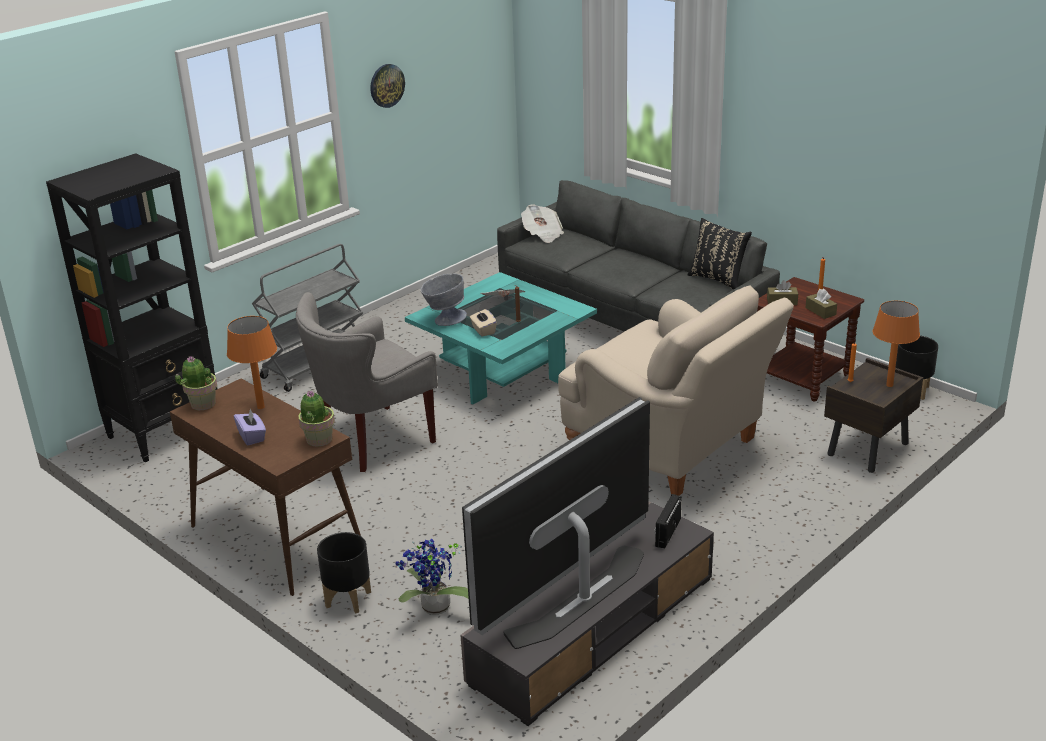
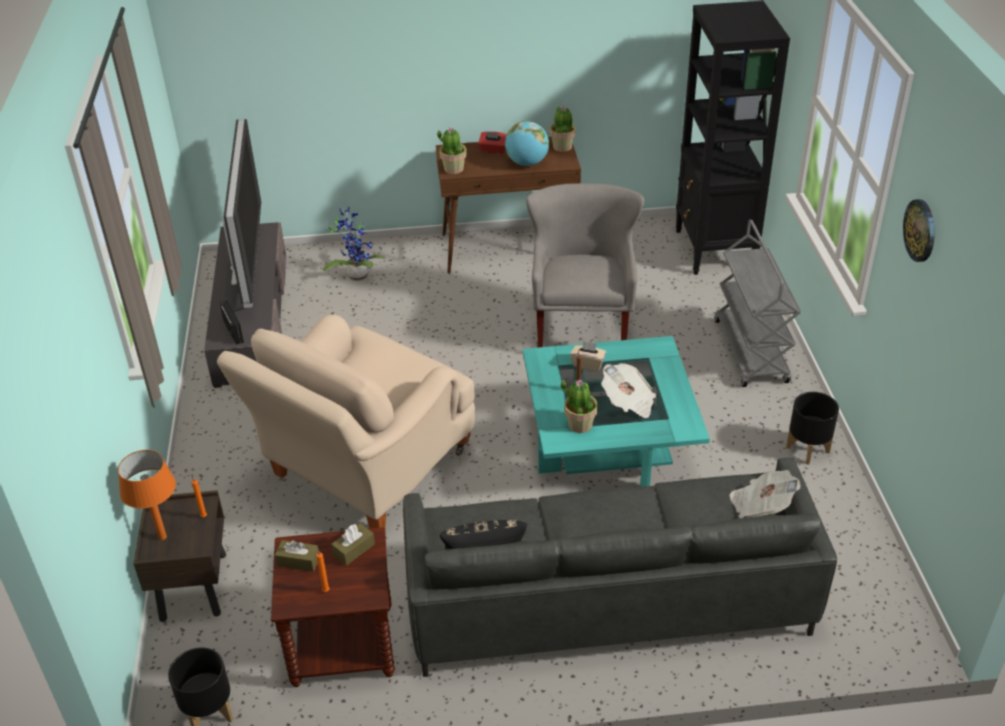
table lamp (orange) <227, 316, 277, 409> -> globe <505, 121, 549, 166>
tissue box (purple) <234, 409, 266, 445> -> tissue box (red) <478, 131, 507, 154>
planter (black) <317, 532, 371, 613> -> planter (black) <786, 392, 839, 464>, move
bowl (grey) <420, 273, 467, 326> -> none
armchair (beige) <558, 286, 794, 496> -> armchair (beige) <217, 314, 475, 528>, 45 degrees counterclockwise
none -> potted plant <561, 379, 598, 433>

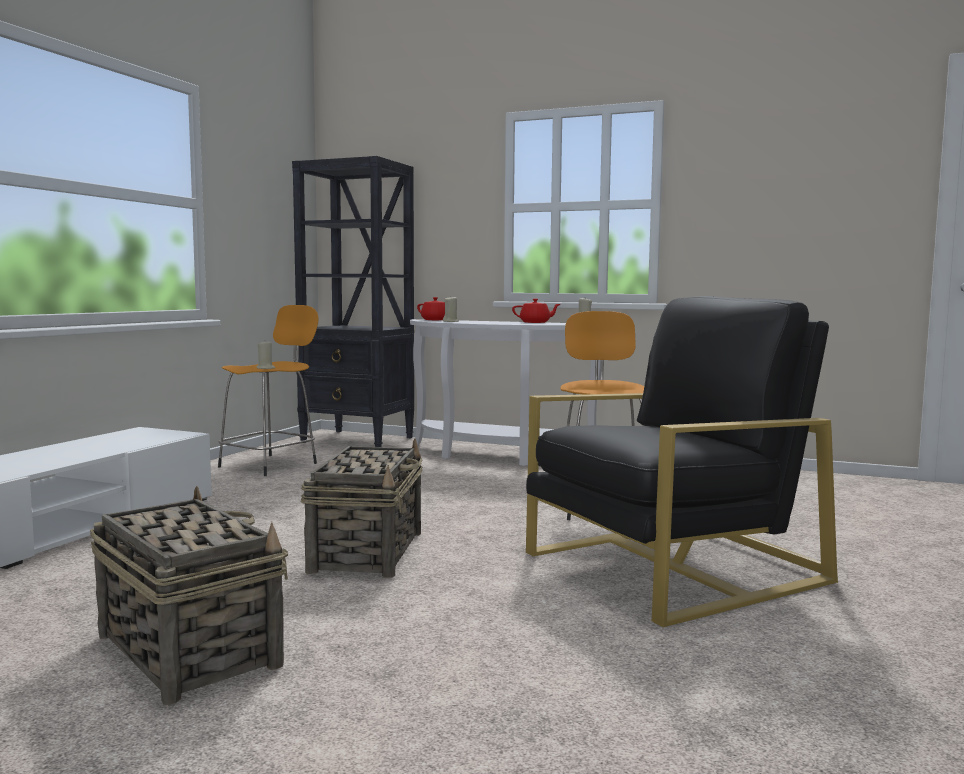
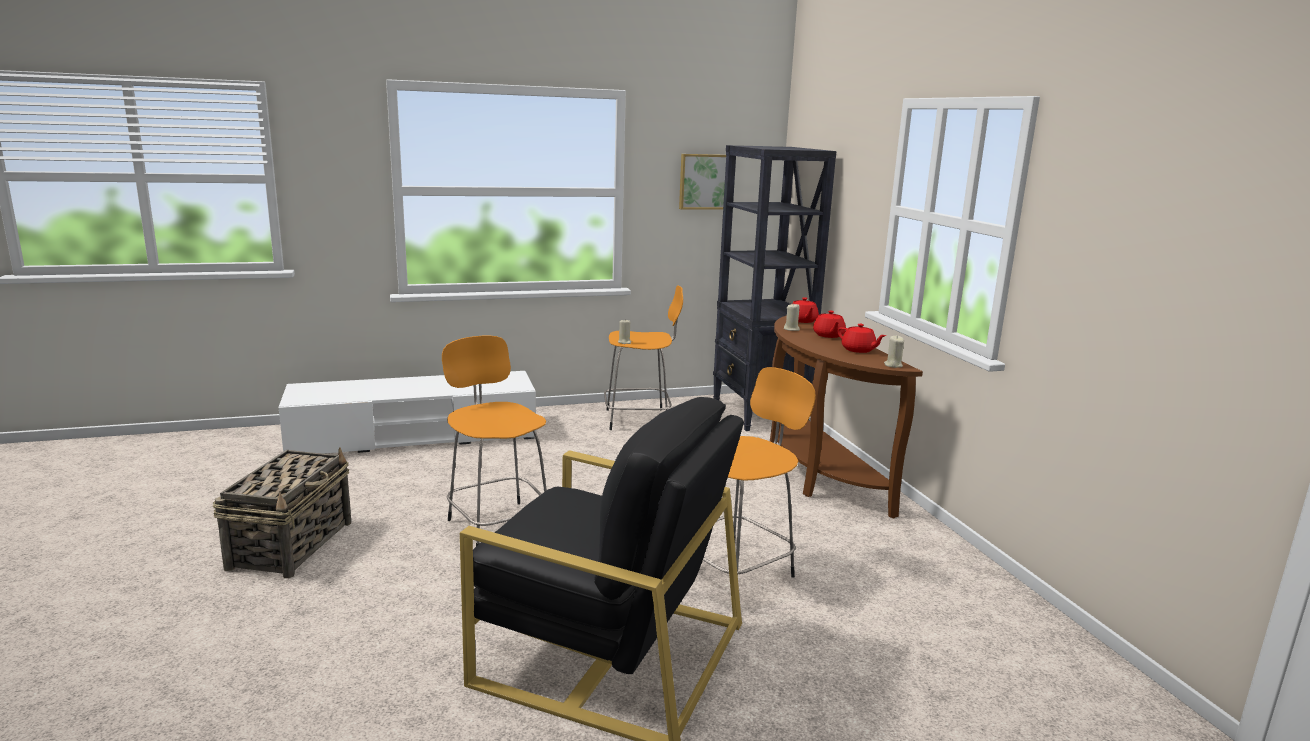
basket <301, 439, 423, 578> -> stool (orange) <442, 336, 547, 546>
console table (white) <410, 319, 601, 466> -> console table (brown) <770, 316, 923, 518>
none -> picture <679, 154, 726, 210>
none -> teapot (red) <813, 311, 846, 338>

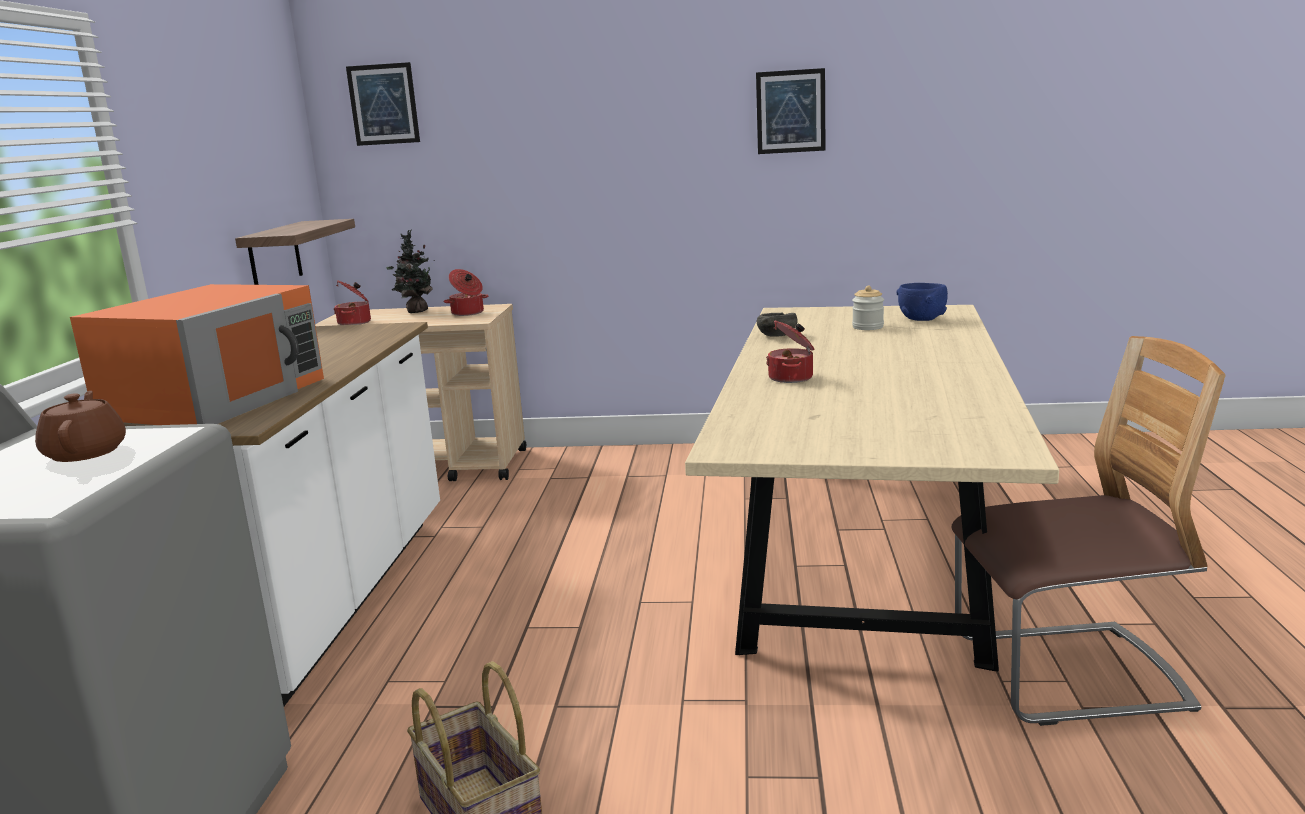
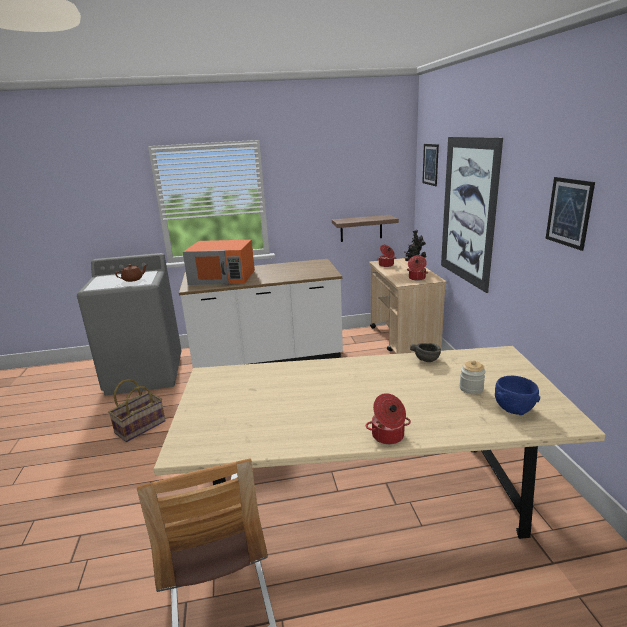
cooking pot <766, 321, 814, 383> -> cooking pot <366, 393, 411, 444>, move
none -> picture <441, 137, 503, 293>

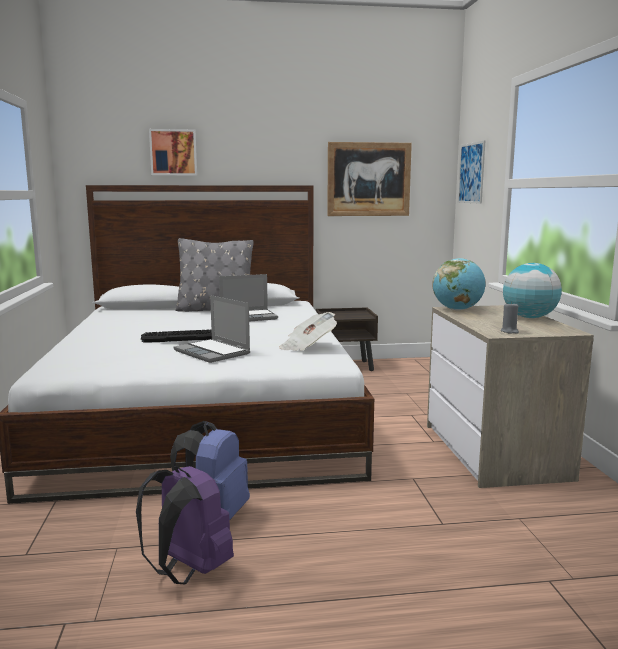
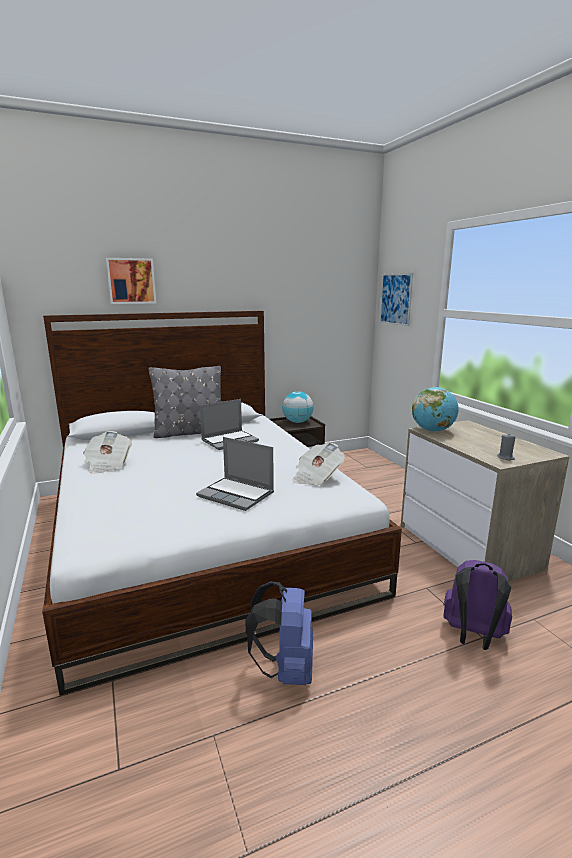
backpack (purple) <136, 466, 234, 584> -> backpack (purple) <443, 560, 512, 650>, move
keyboard <141, 329, 212, 343> -> none
picture <327, 142, 412, 216> -> none
globe <503, 263, 562, 318> -> globe <282, 391, 314, 423>, move
none -> newspaper <83, 431, 132, 474>

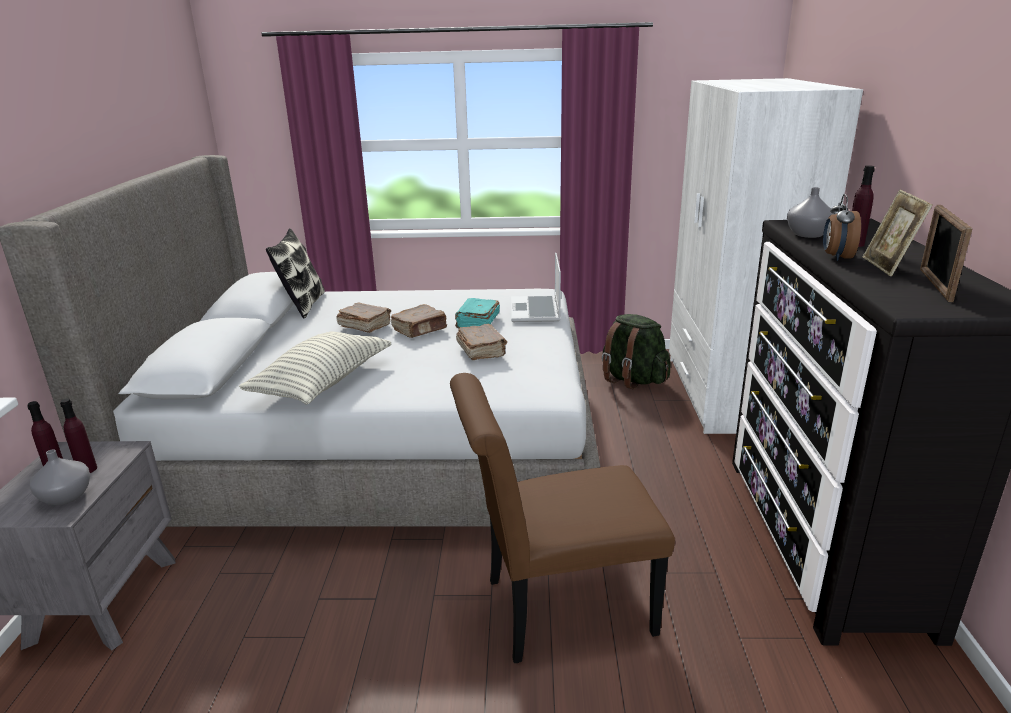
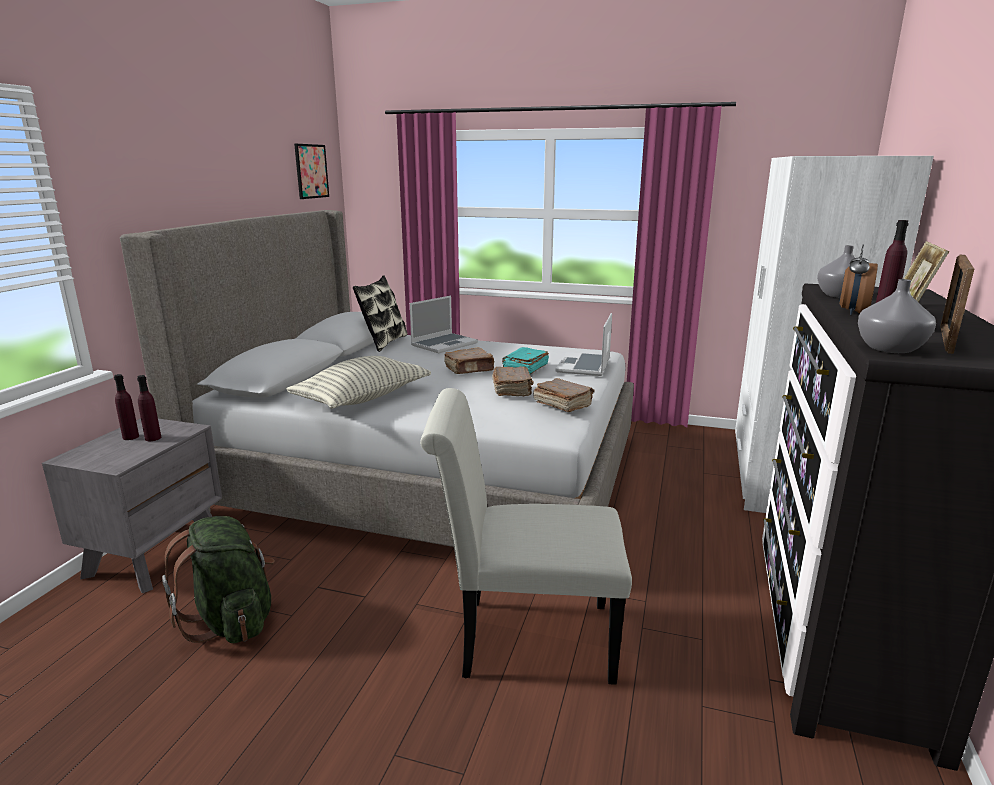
vase (grey) <29, 449, 90, 505> -> vase (grey) <858, 279, 936, 353>, move
book (brown) <336, 302, 391, 333> -> book (brown) <533, 378, 595, 412>, move
chair (brown) <450, 373, 675, 663> -> chair (white) <420, 388, 632, 685>
backpack (green) <602, 314, 671, 389> -> backpack (green) <162, 516, 275, 643>, move
none -> picture <294, 144, 329, 199>
none -> laptop <410, 296, 478, 353>

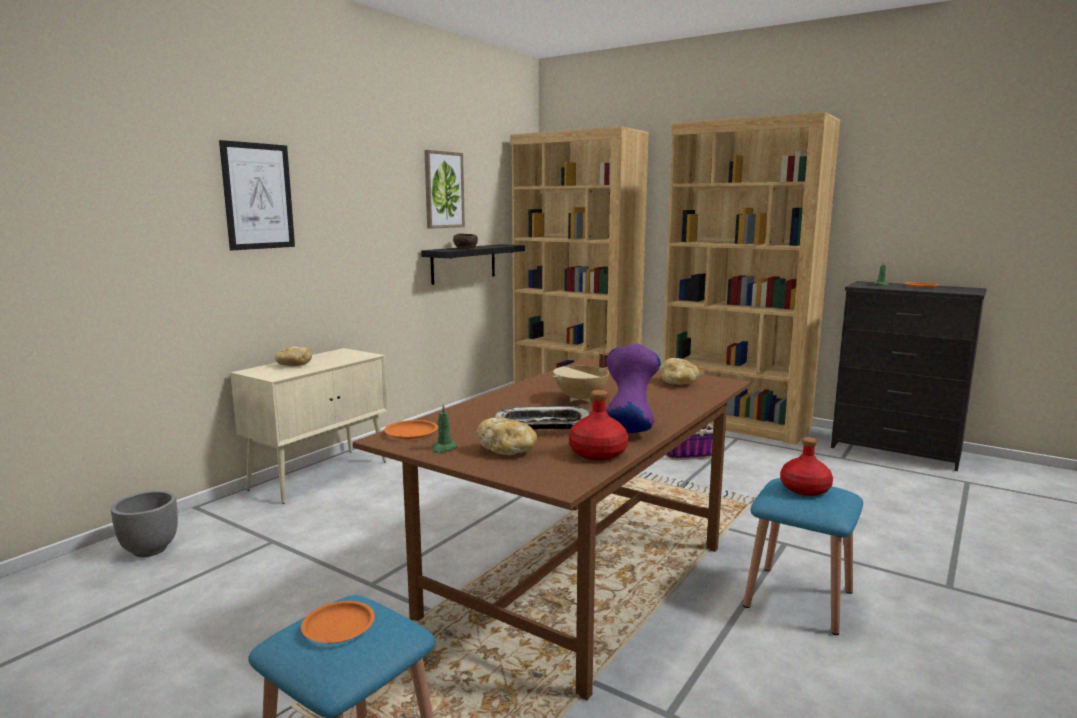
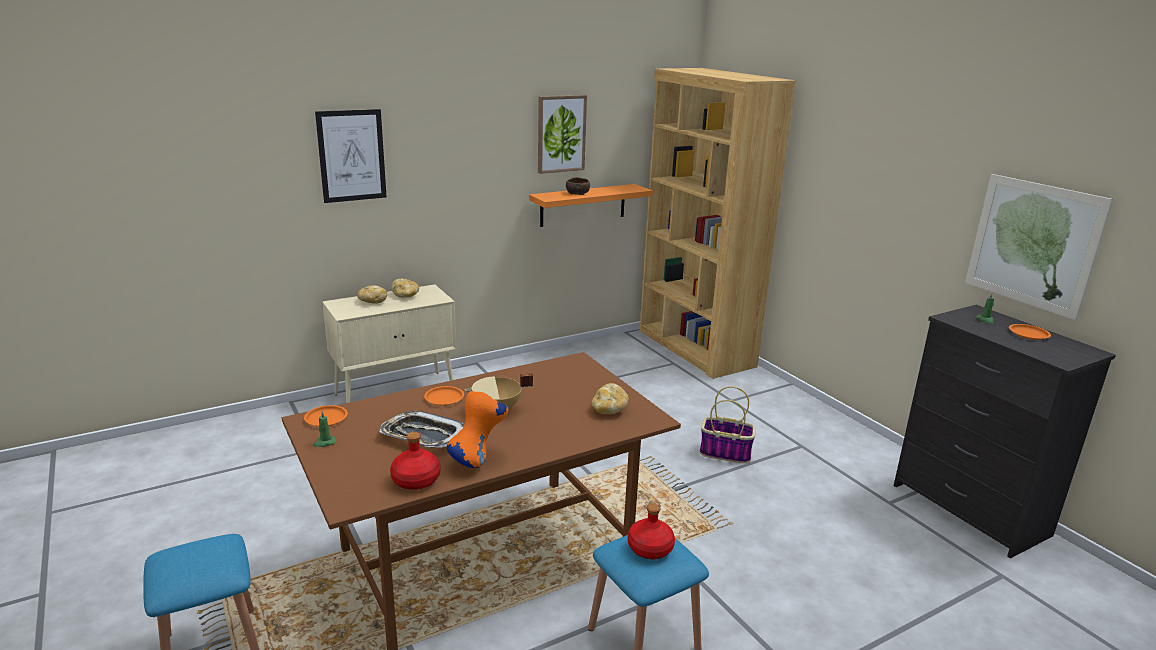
planter (grey) <111, 491, 178, 557> -> none
plate (orange) <301, 601, 375, 643> -> plate (orange) <424, 386, 464, 405>, move
shelf (black) <421, 244, 525, 285> -> shelf (orange) <529, 184, 653, 227>
bread <476, 417, 537, 455> -> bread <391, 279, 419, 298>, move
vase (purple) <606, 344, 661, 433> -> vase (orange) <447, 390, 508, 468>
bookcase (brown) <663, 112, 840, 445> -> none
none -> picture <965, 174, 1113, 320>

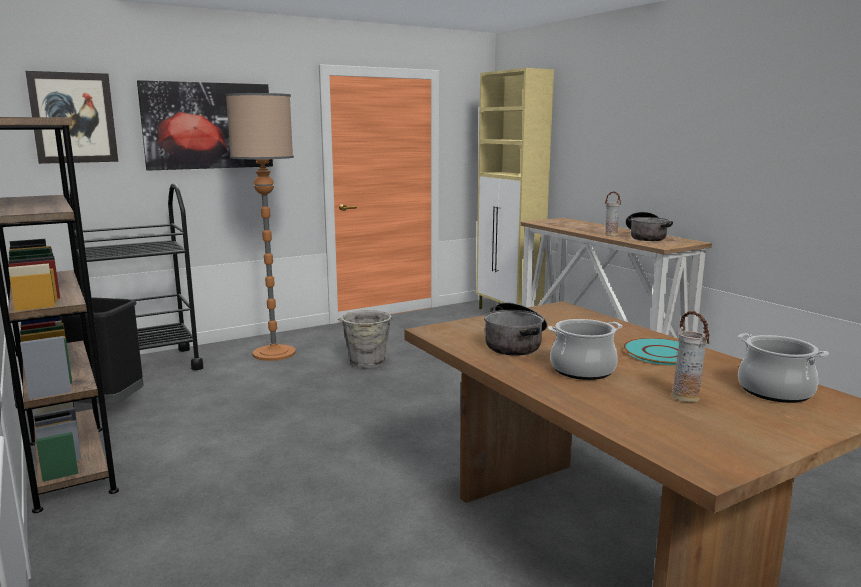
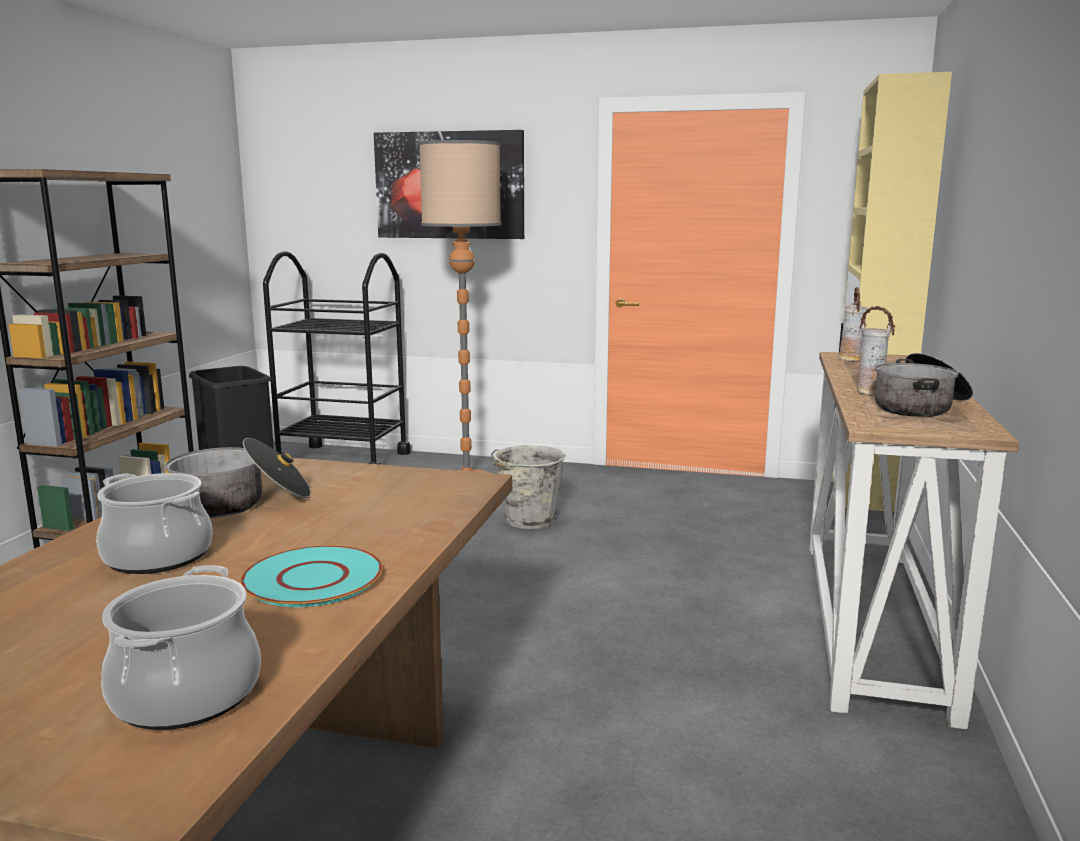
picture <25, 71, 118, 164> -> none
vase <672, 311, 710, 402> -> vase <838, 287, 868, 361>, move

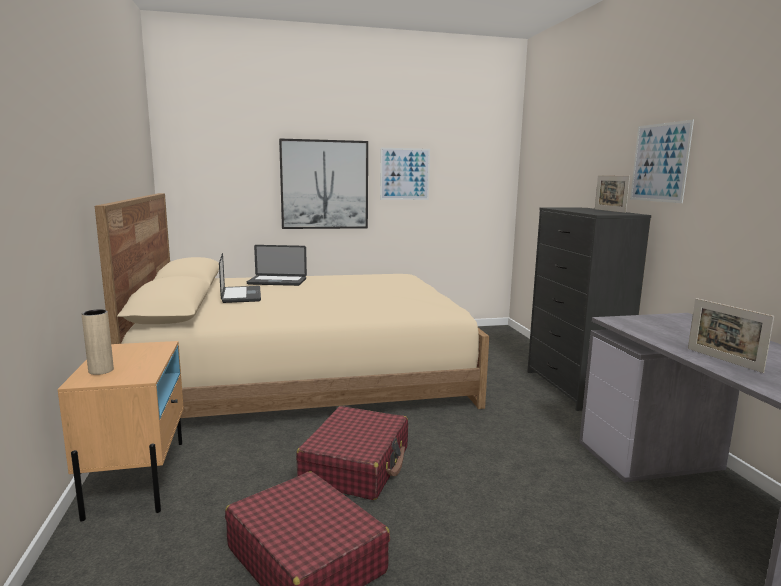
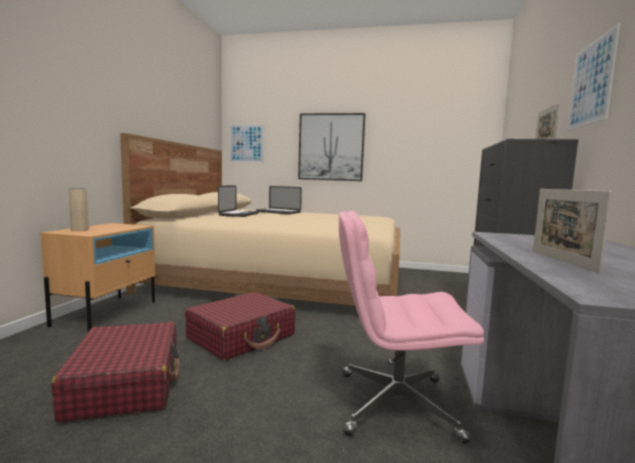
picture <380, 148, 430, 200> -> picture <229, 124, 264, 163>, move
none -> office chair (pink) <339, 211, 484, 444>

